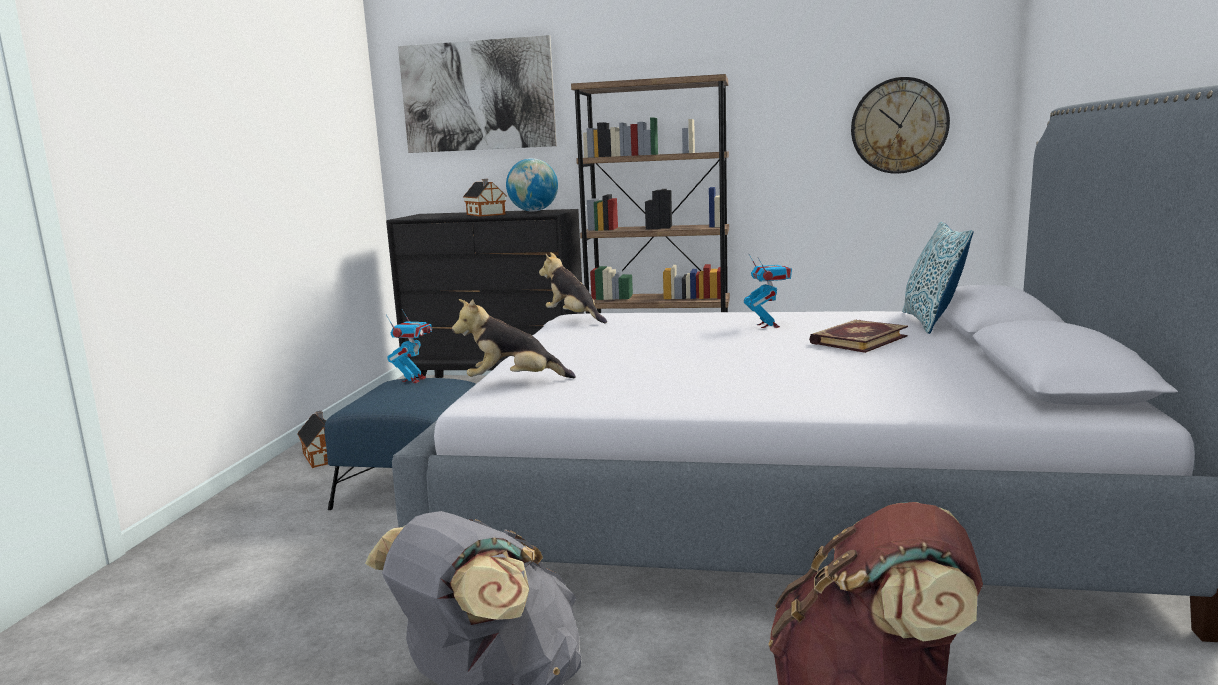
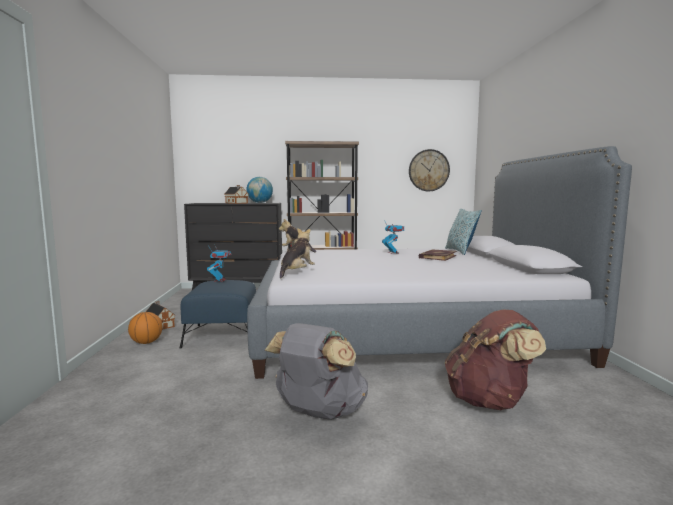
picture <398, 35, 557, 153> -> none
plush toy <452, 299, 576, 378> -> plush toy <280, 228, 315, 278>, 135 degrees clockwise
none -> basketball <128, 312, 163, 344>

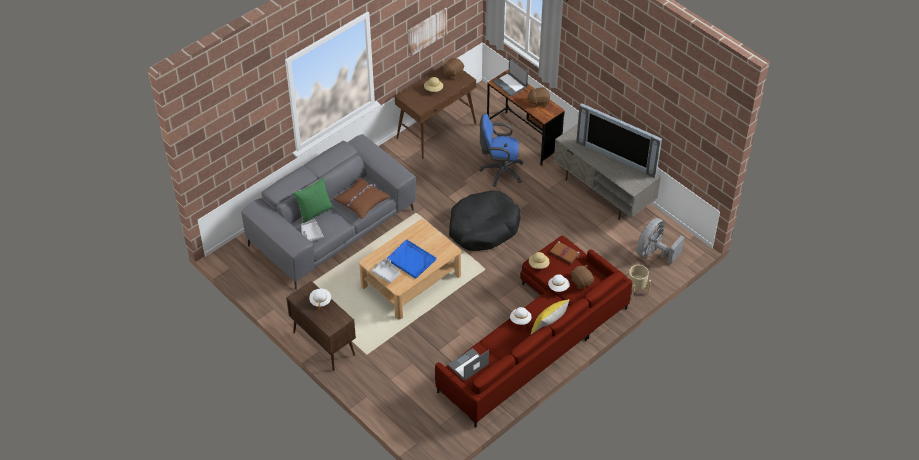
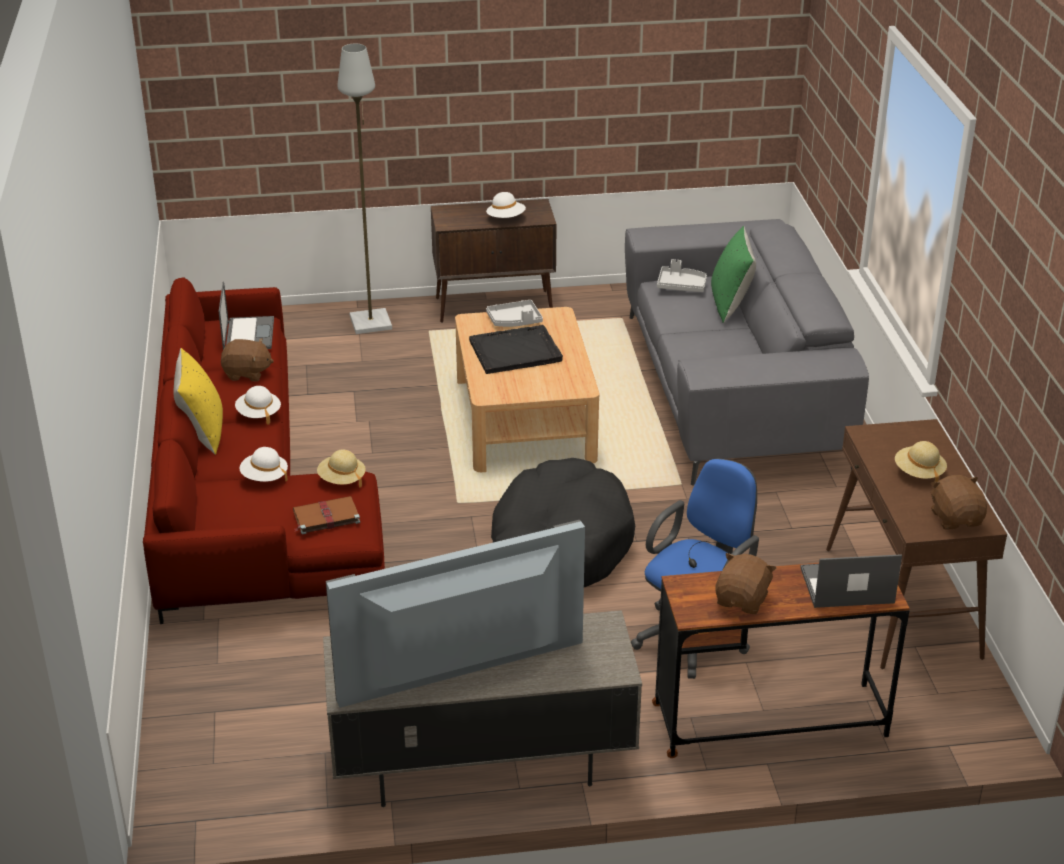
pillow (brown) <333, 178, 390, 219> -> none
tray (blue) <387, 240, 436, 279> -> tray (black) <469, 325, 563, 374>
picture <408, 8, 447, 56> -> none
plush toy (brown) <571, 265, 594, 289> -> plush toy (brown) <221, 338, 274, 381>, move
planter (beige) <625, 265, 651, 299> -> none
fan (grey) <636, 218, 684, 264> -> none
none -> floor lamp (grey) <337, 44, 392, 334>

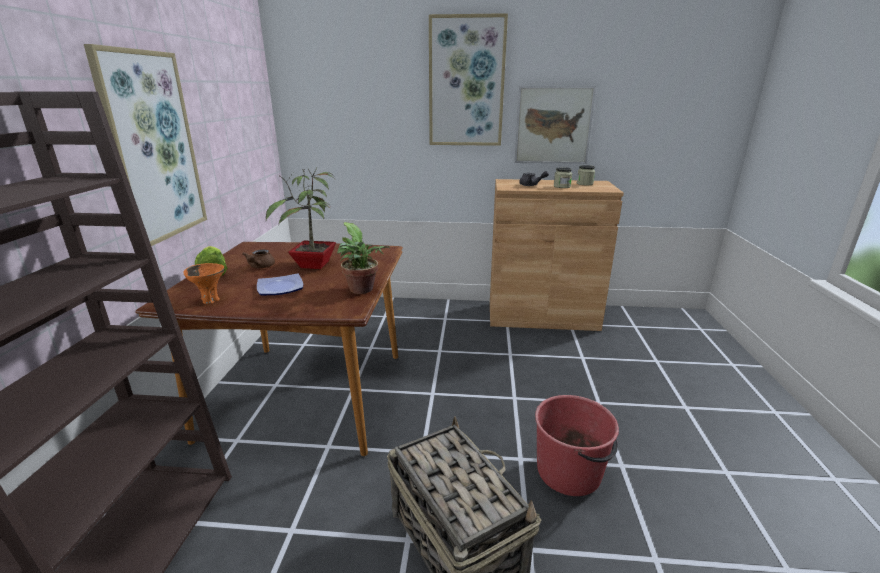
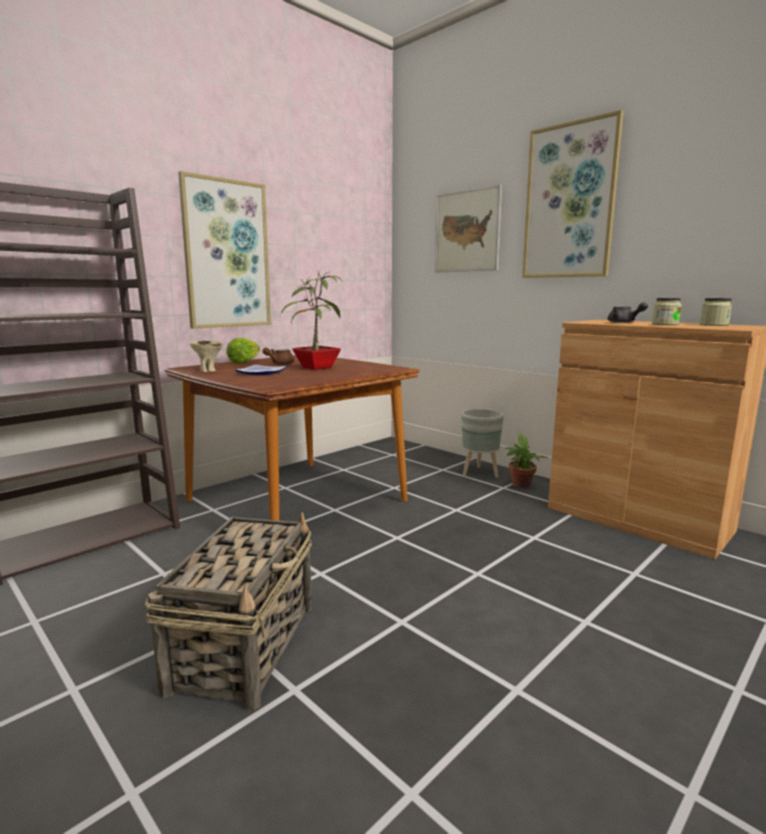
bowl (orange) <184, 263, 224, 304> -> bowl (beige) <190, 340, 223, 372>
potted plant <337, 222, 390, 294> -> potted plant <506, 434, 548, 488>, move
picture <514, 86, 596, 164> -> picture <435, 184, 502, 273>, move
bucket (red) <535, 395, 619, 496> -> none
none -> planter (grey) <461, 409, 504, 478>

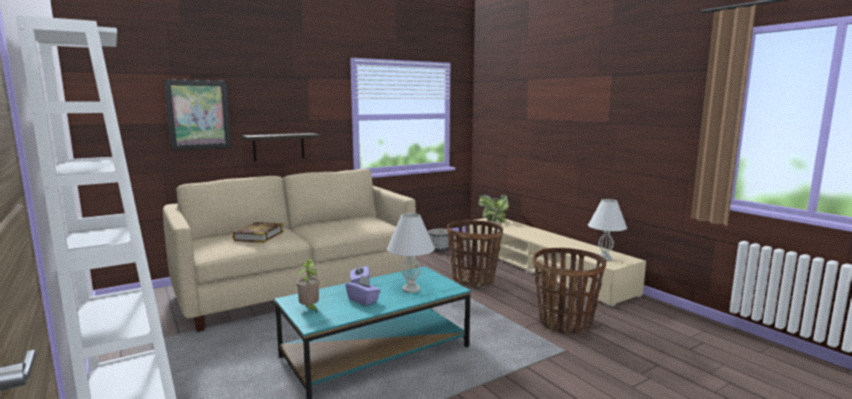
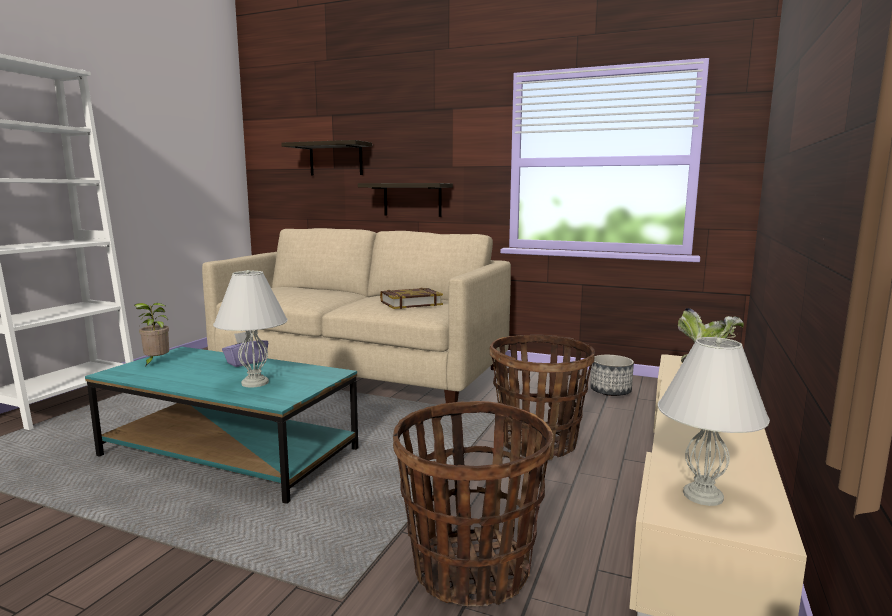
picture <164, 79, 232, 151> -> shelf <281, 140, 372, 176>
book <232, 222, 284, 243> -> book <380, 288, 443, 309>, move
tissue box (purple) <345, 275, 381, 306> -> none

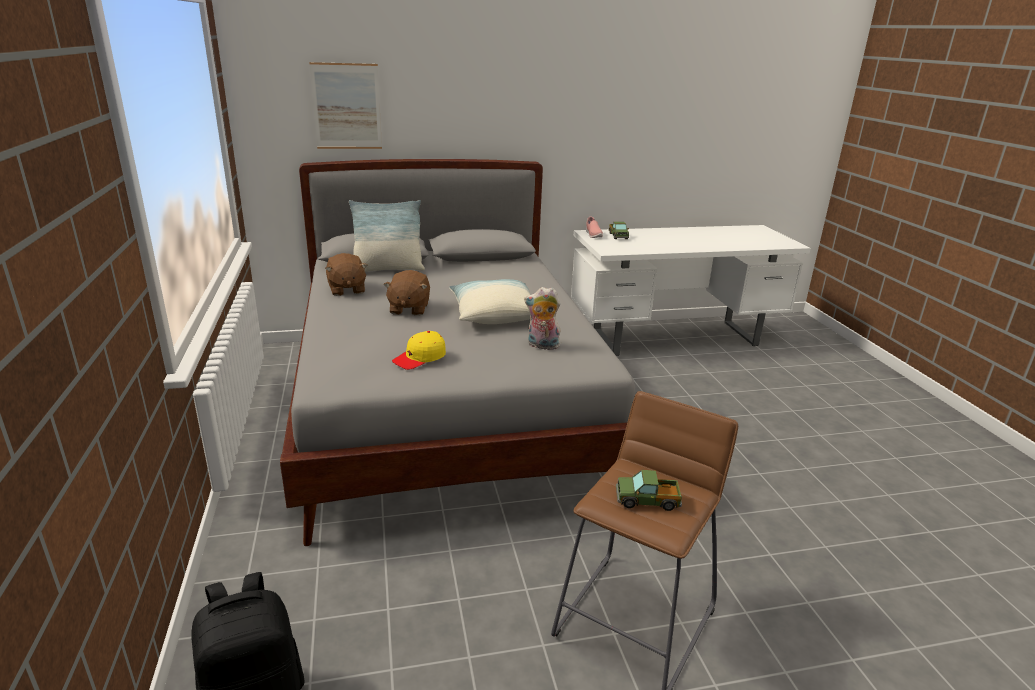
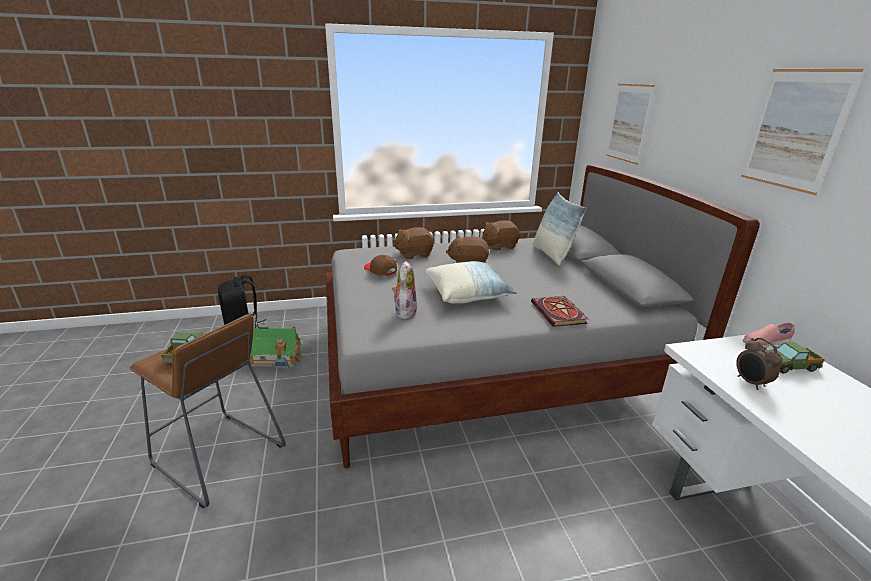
cap (yellow) <392, 331, 446, 370> -> cap (brown) <364, 255, 397, 276>
none -> toy house <250, 326, 302, 368>
none -> plush toy (brown) <393, 227, 434, 259>
none -> book <531, 296, 588, 327>
none -> alarm clock <736, 338, 783, 390>
none -> picture <741, 69, 864, 195>

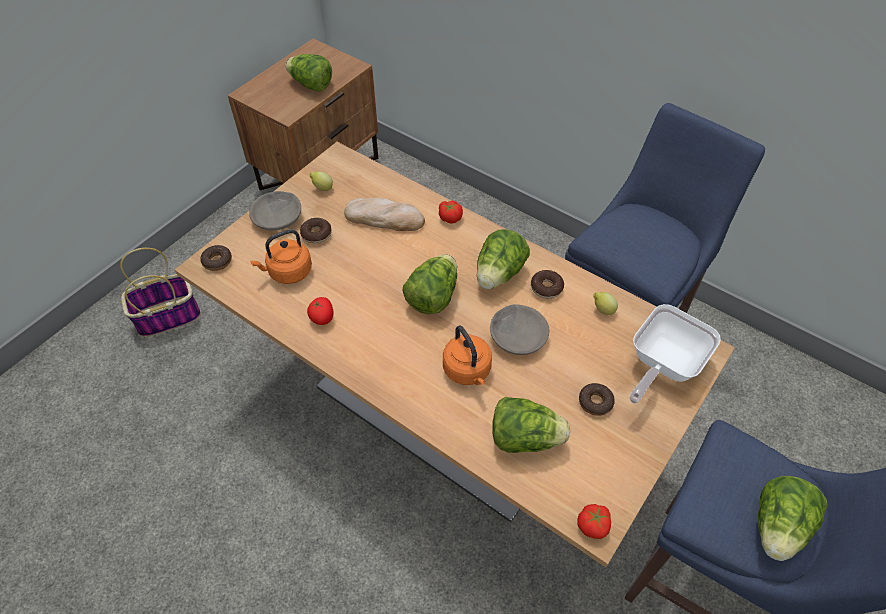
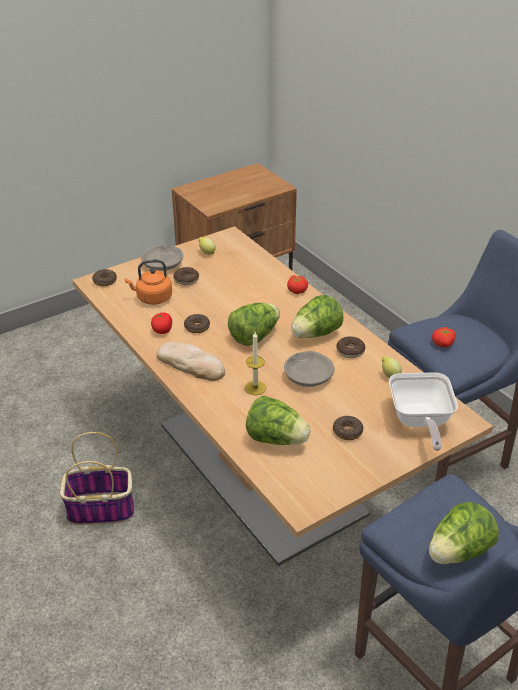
basket <120, 248, 201, 337> -> basket <60, 432, 134, 525>, move
lettuce <285, 54, 332, 92> -> none
bread <344, 198, 425, 231> -> bread <156, 341, 225, 381>, move
kettle (orange) <443, 326, 492, 385> -> candle <245, 332, 266, 395>
tomato <577, 504, 611, 539> -> tomato <432, 327, 456, 347>, move
frying pan <630, 304, 721, 403> -> frying pan <389, 372, 458, 451>, 60 degrees counterclockwise
none -> donut <184, 314, 210, 333>

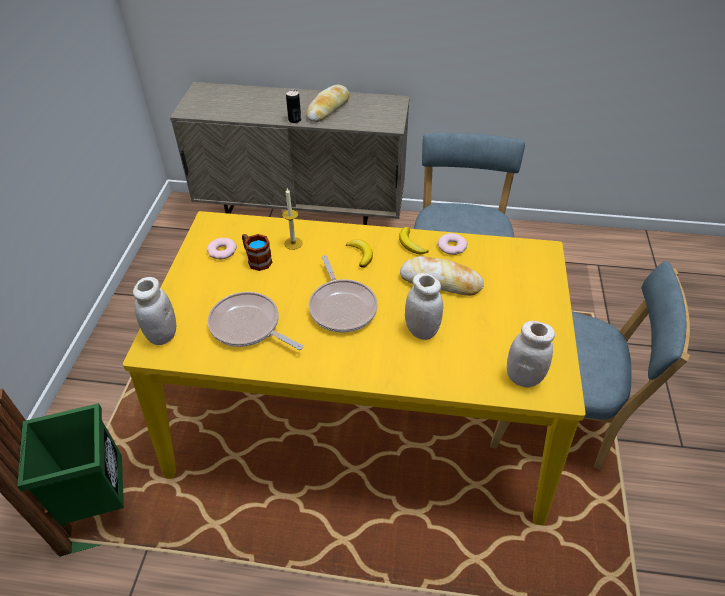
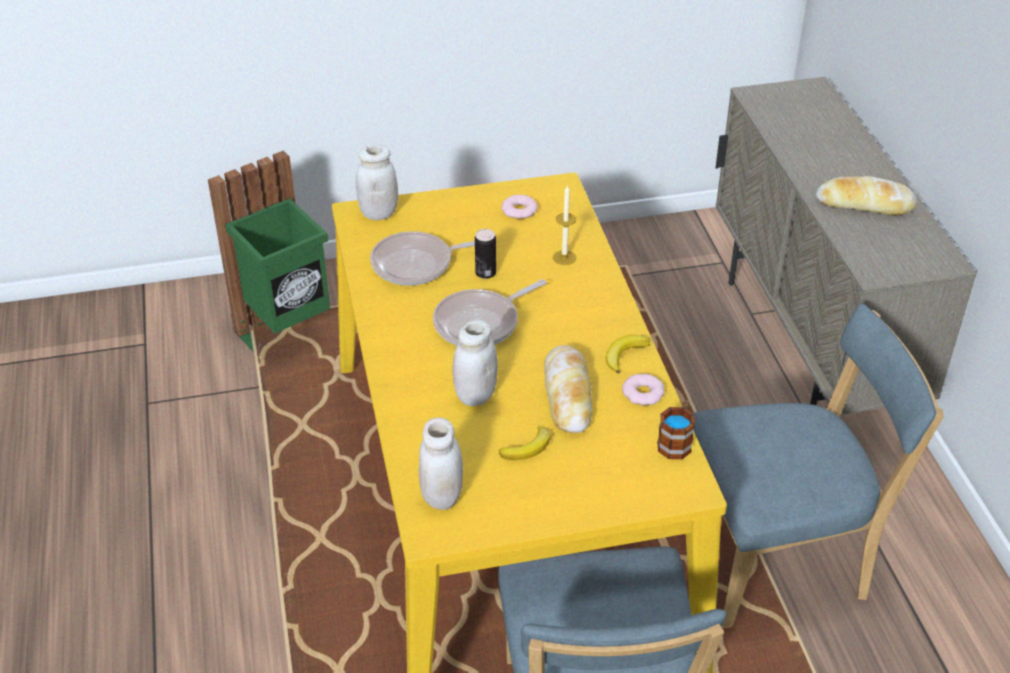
frying pan <208, 292, 303, 350> -> frying pan <370, 231, 475, 286>, 120 degrees counterclockwise
mug <242, 234, 273, 271> -> mug <657, 401, 695, 459>, move
can <286, 90, 301, 123> -> can <475, 229, 496, 279>, move
banana <346, 239, 373, 268> -> banana <499, 426, 551, 460>, move

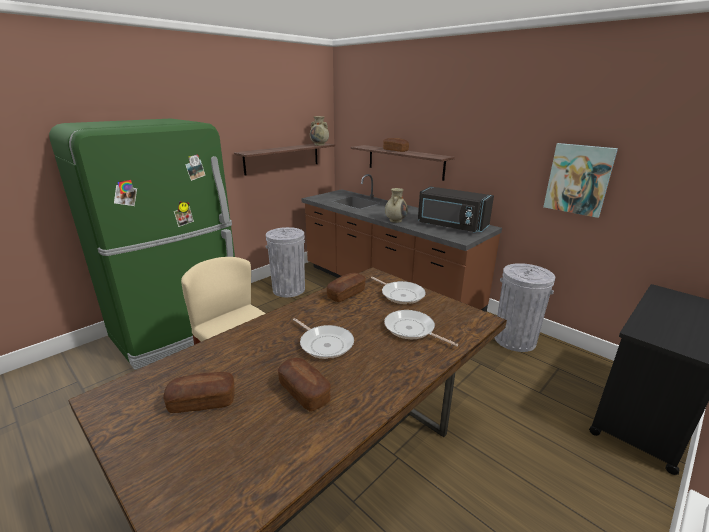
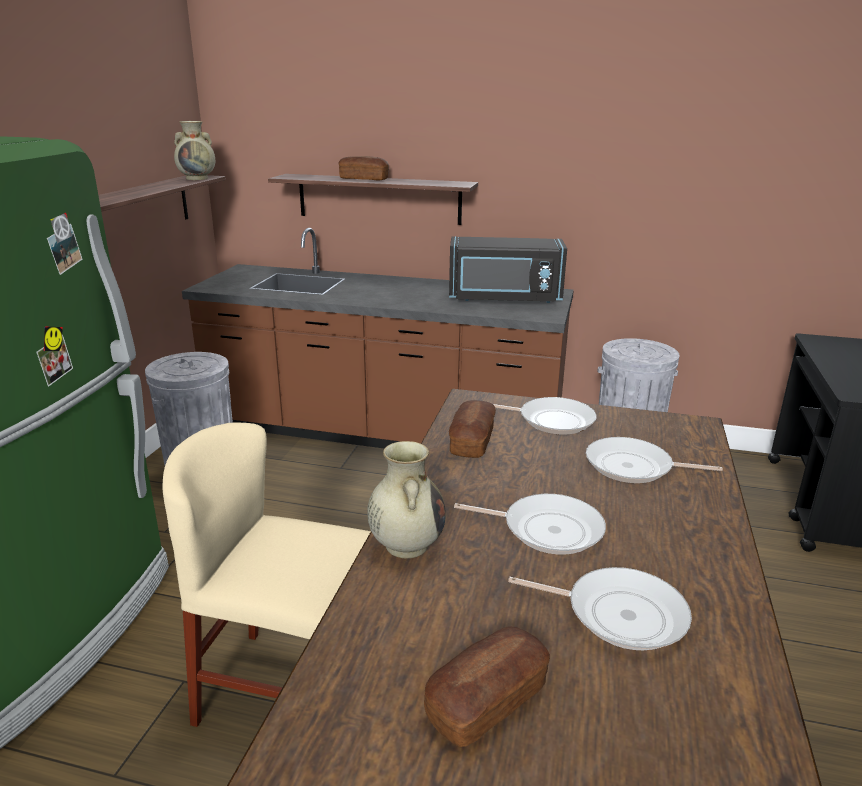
bread <278, 358, 331, 411> -> frying pan <508, 567, 692, 650>
vase (beige) <385, 188, 408, 223> -> vase (beige) <367, 441, 446, 558>, move
picture <543, 143, 618, 218> -> none

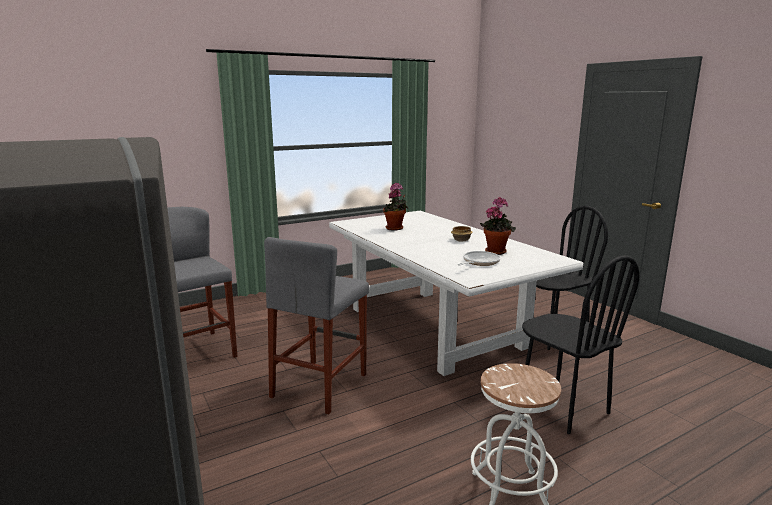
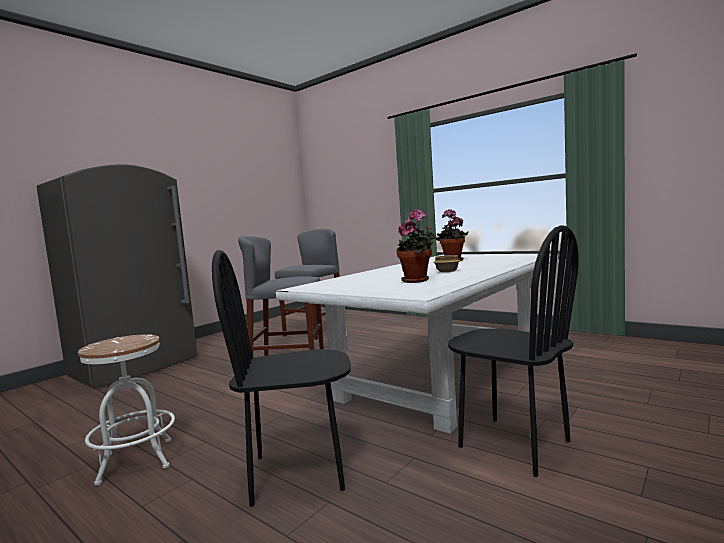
frying pan <458, 251, 501, 266> -> none
chair (black) <522, 255, 639, 434> -> chair (black) <212, 250, 351, 507>, 45 degrees clockwise

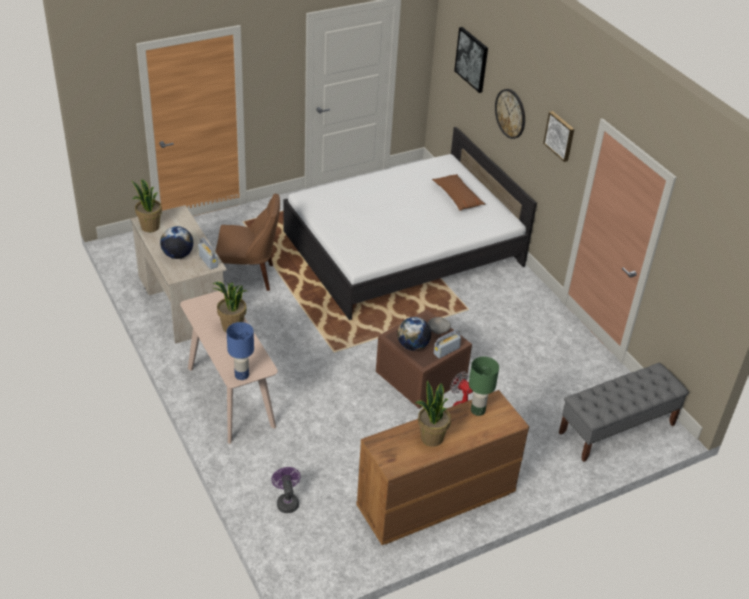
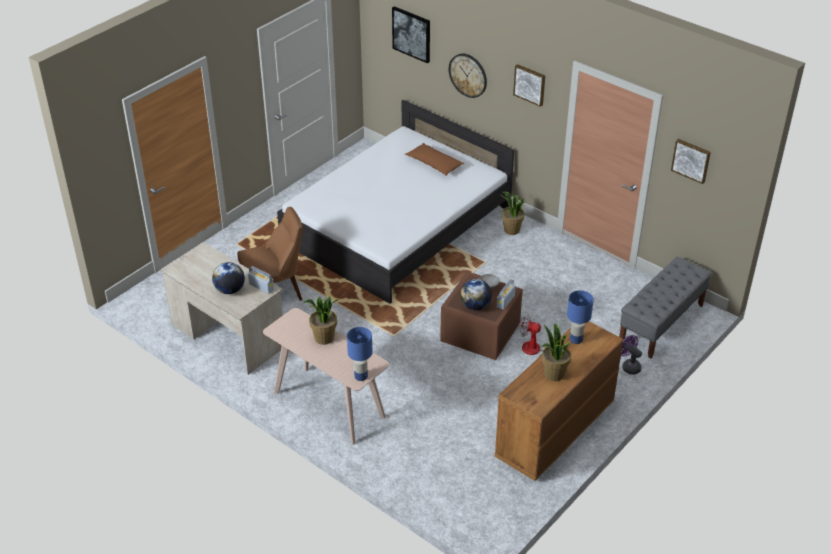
potted plant <131, 180, 162, 232> -> potted plant <501, 192, 525, 235>, move
fan (purple) <271, 467, 301, 513> -> fan (purple) <621, 335, 642, 375>, move
table lamp (green) <469, 357, 499, 416> -> table lamp (blue) <567, 290, 594, 344>
none -> picture <671, 139, 711, 184>

